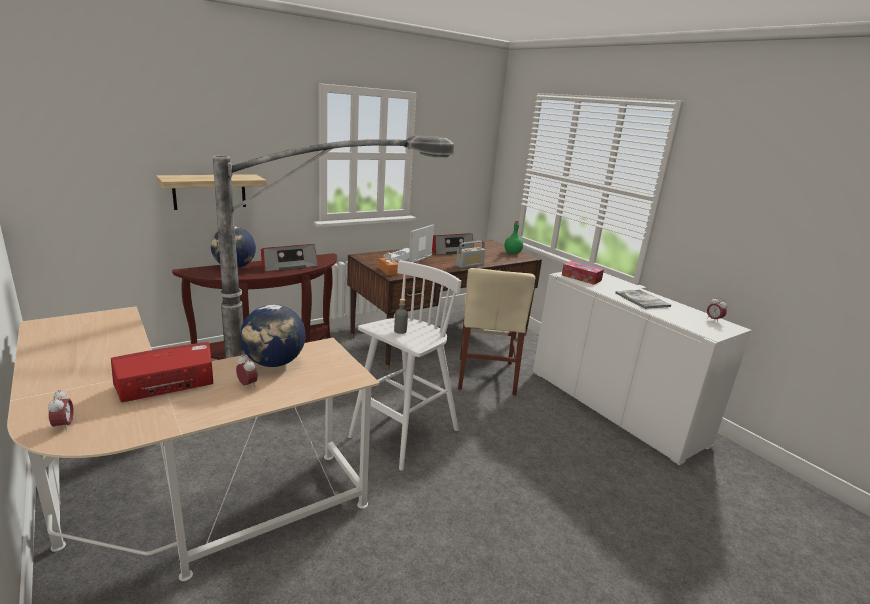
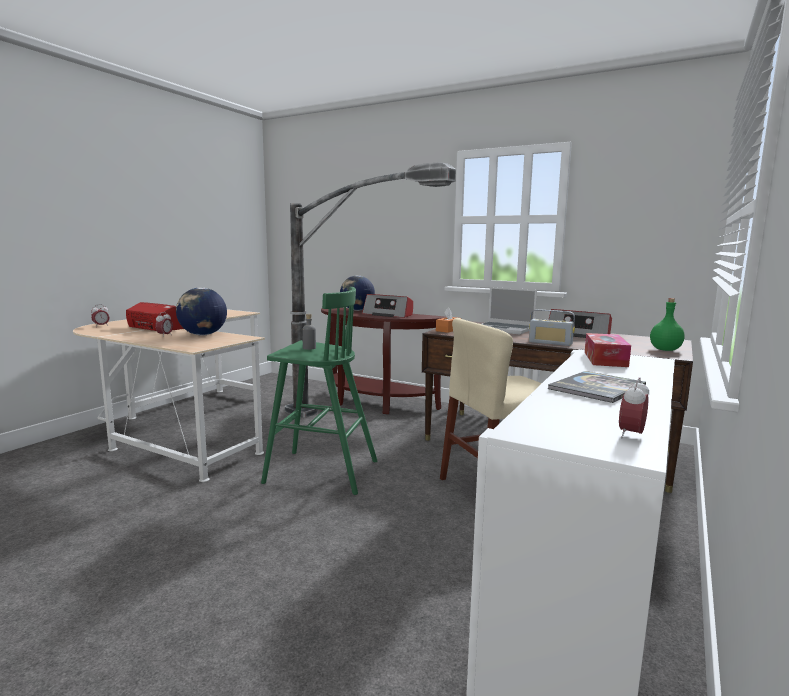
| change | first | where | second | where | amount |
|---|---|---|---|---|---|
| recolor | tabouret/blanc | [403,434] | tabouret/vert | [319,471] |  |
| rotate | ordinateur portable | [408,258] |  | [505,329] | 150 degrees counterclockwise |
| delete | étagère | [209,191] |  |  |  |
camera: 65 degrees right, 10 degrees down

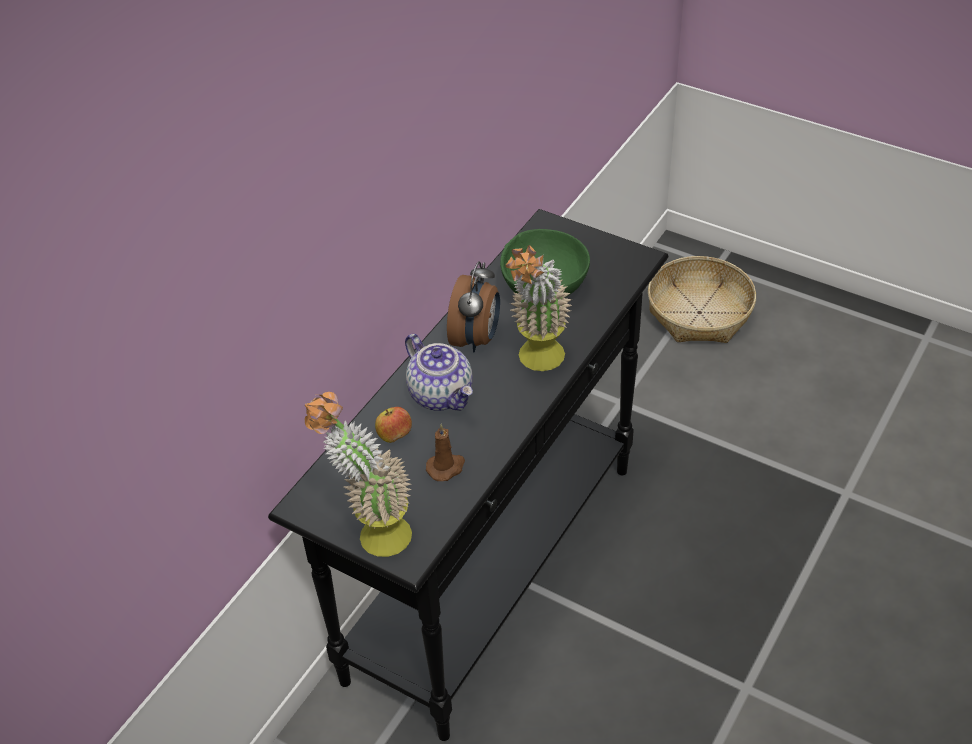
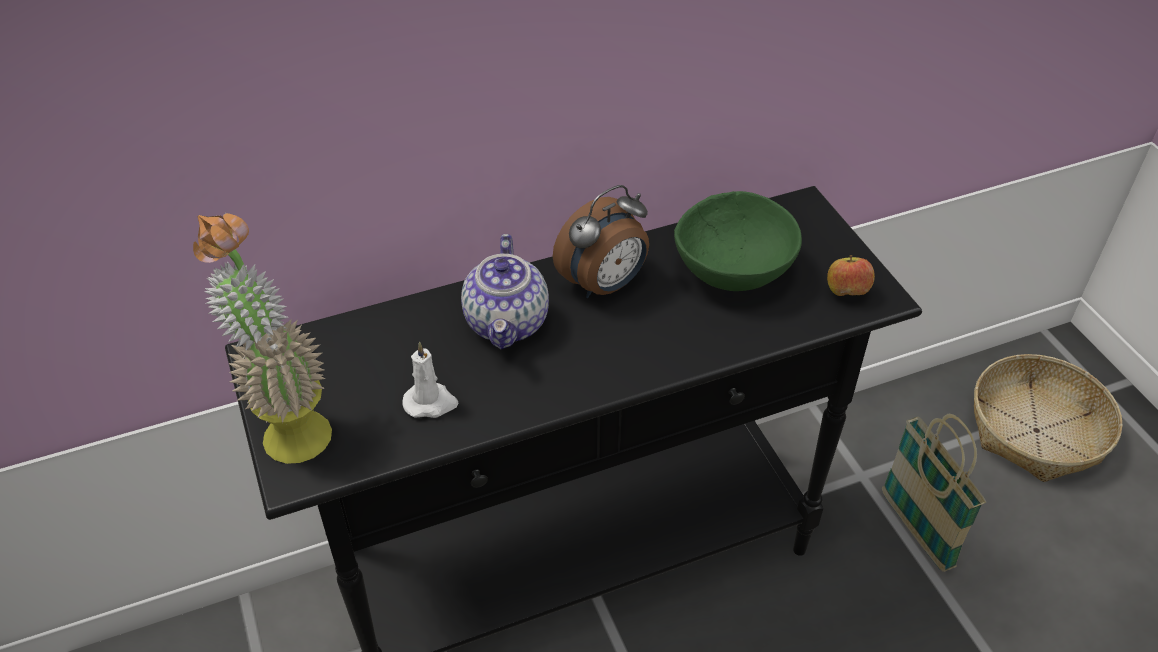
| change | first | where | second | where | amount |
|---|---|---|---|---|---|
| recolor | bougie/marron | [446,467] | bougie/blanc | [431,402] |  |
| move | pomme | [394,435] |  | [846,292] |  |
| insert |  |  | panier | [916,530] |  |
| delete | plante en pot | [537,363] |  |  |  |
camera: 35 degrees right, 0 degrees up

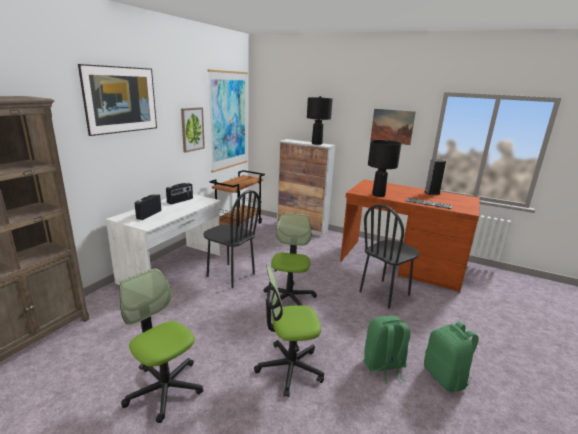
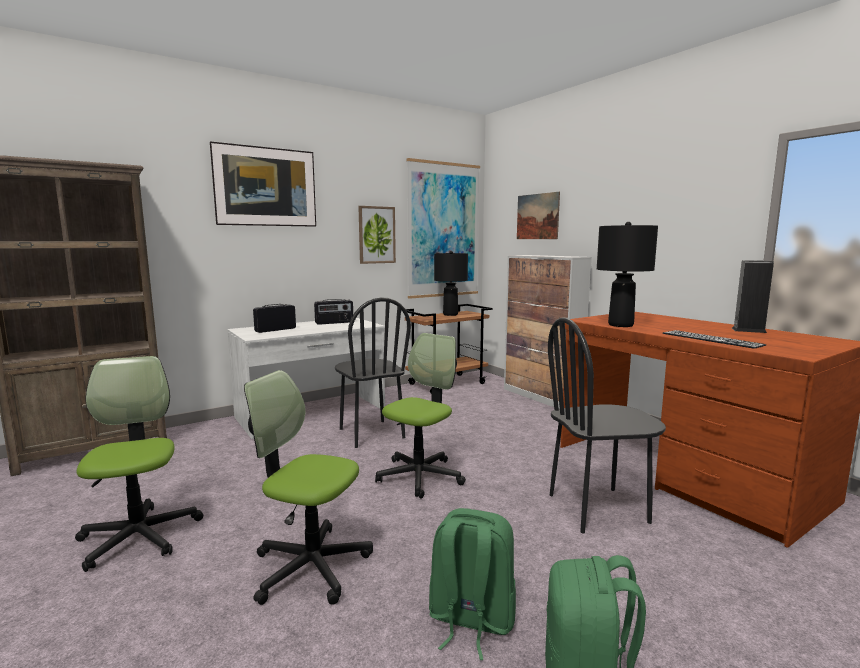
| change | first | where | second | where | amount |
|---|---|---|---|---|---|
| move | lampe de table/noir | [317,143] |  | [450,314] |  |
| move | tableau | [392,126] |  | [537,216] |  |
camera: 30 degrees right, 10 degrees down

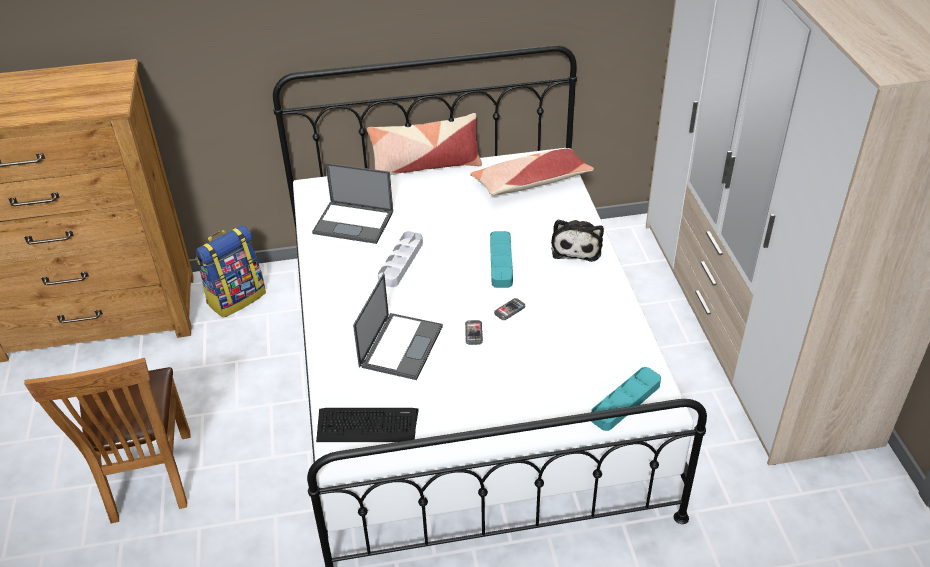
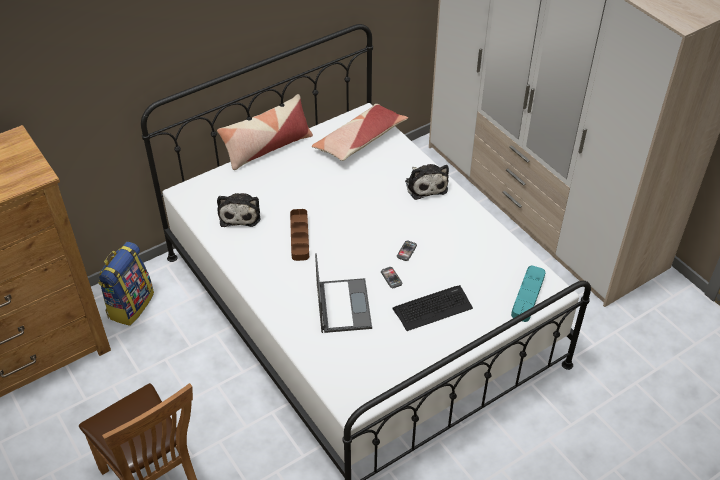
| change | first | where | second | where | amount |
|---|---|---|---|---|---|
| replace | ordinateur portable | [354,222] | peluche | [240,214] |  |
| recolor | plateau/blanc | [401,262] | plateau/marron | [299,237] |  |
| move | clavier | [367,425] |  | [433,308] |  |
| delete | plateau/turquoise | [501,262] |  |  |  |
camera: 25 degrees left, 5 degrees up

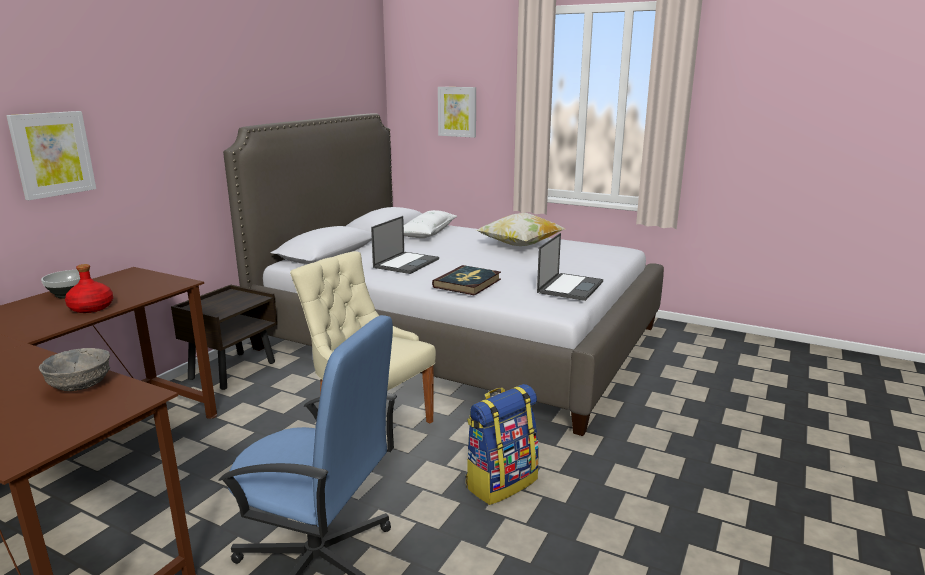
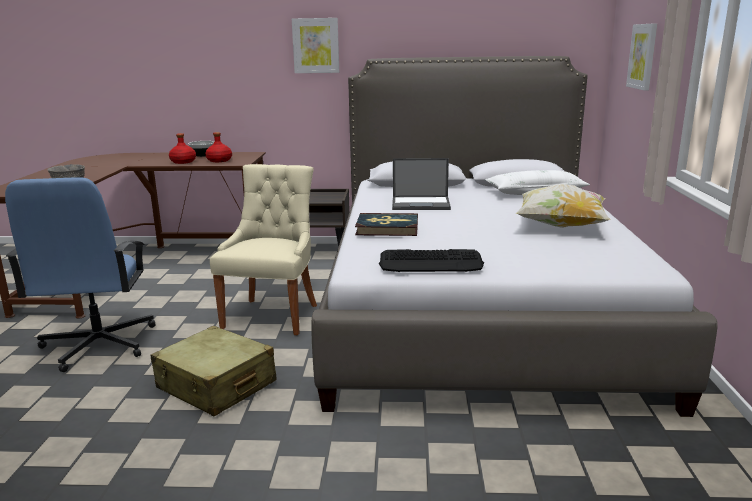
| change | first | where | second | where | amount |
|---|---|---|---|---|---|
| replace | sac à dos | [501,482] | valise/beige | [216,385] |  |
| insert |  |  | bouteille/rouge | [219,160] |  |
| move | tableau | [52,154] |  | [316,45] |  |
| replace | ordinateur portable | [570,287] | clavier | [431,263] |  |
camera: 65 degrees right, 0 degrees up

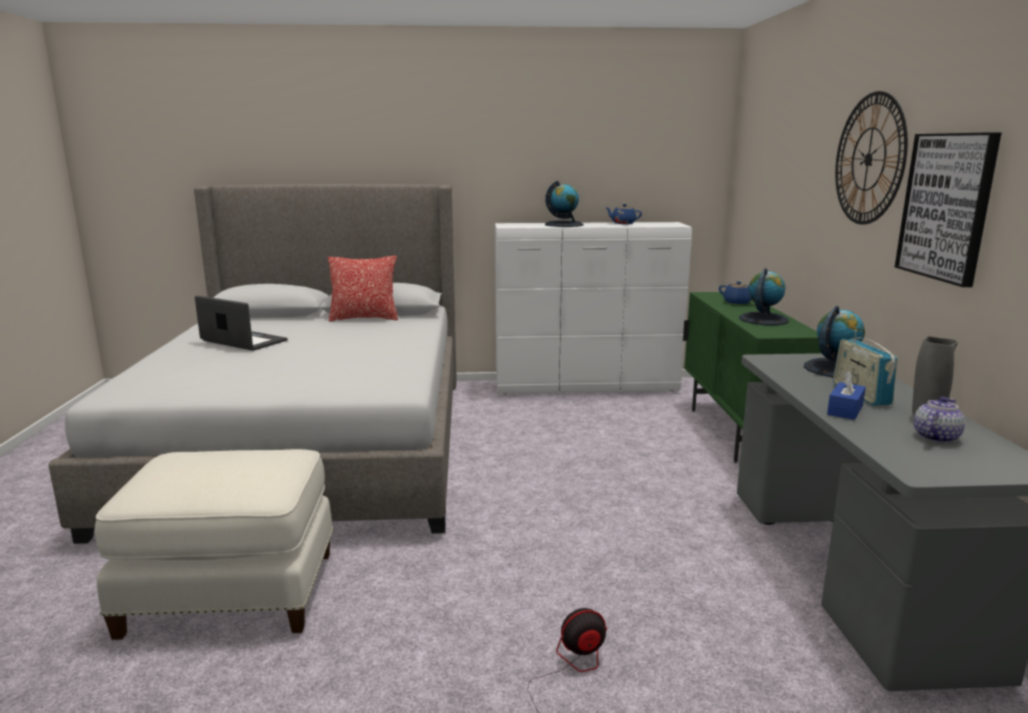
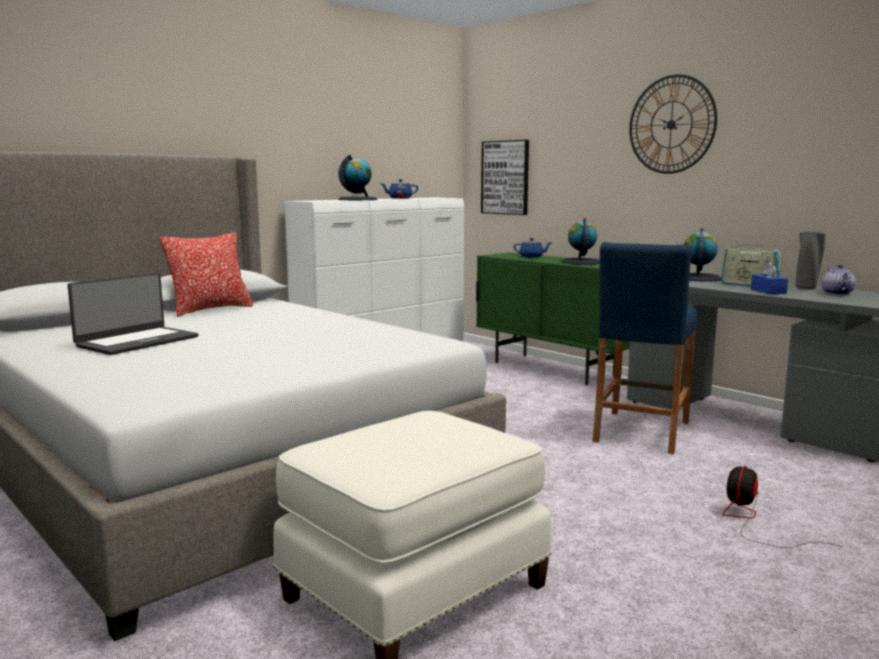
| change | first | where | second | where | amount |
|---|---|---|---|---|---|
| rotate | ordinateur portable | [243,341] |  | [137,341] | 135 degrees clockwise |
| move | tableau | [947,206] |  | [505,177] |  |
| insert |  |  | tabouret/bleu | [641,431] |  |
camera: 40 degrees left, 5 degrees down

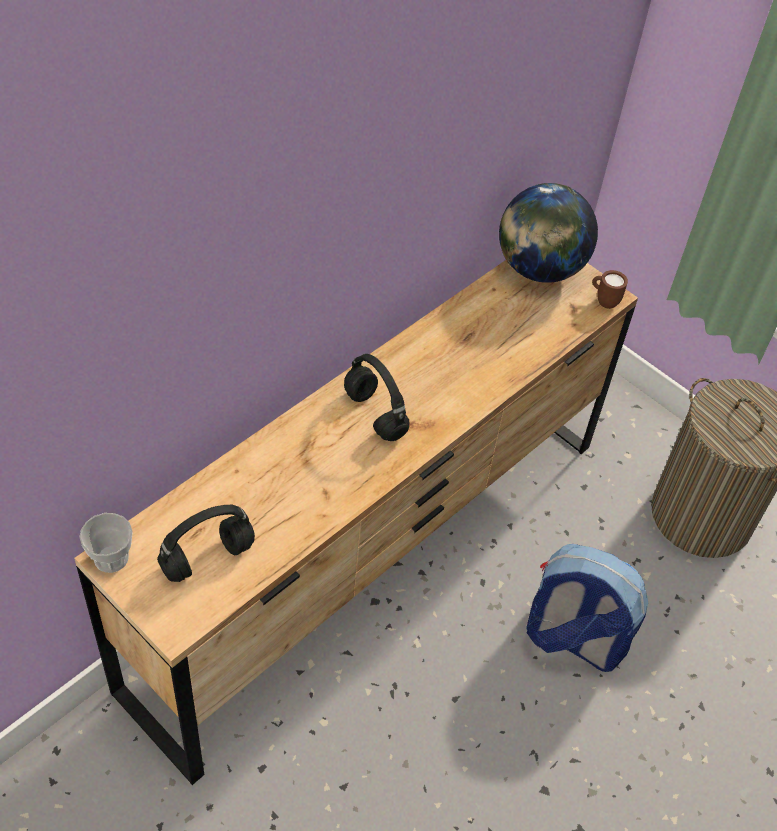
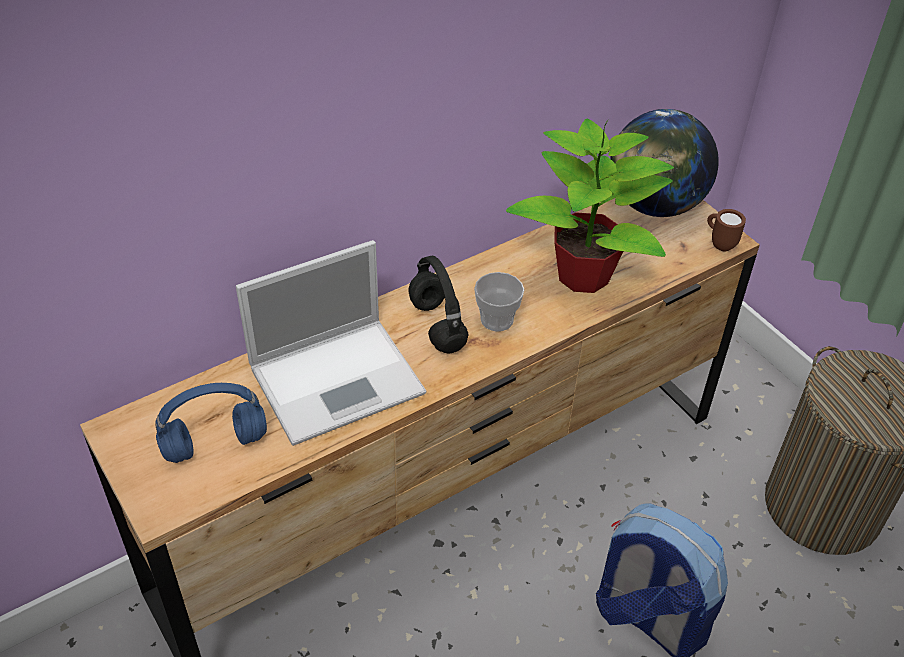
| change | first | where | second | where | amount |
|---|---|---|---|---|---|
| recolor | casque audio/noir | [208,557] | casque audio/bleu | [217,444] |  |
| insert |  |  | ordinateur portable | [339,378] |  |
| move | tasse | [111,558] |  | [497,319] |  |
| insert |  |  | plante en pot | [585,275] |  |
camera: 15 degrees right, 5 degrees down

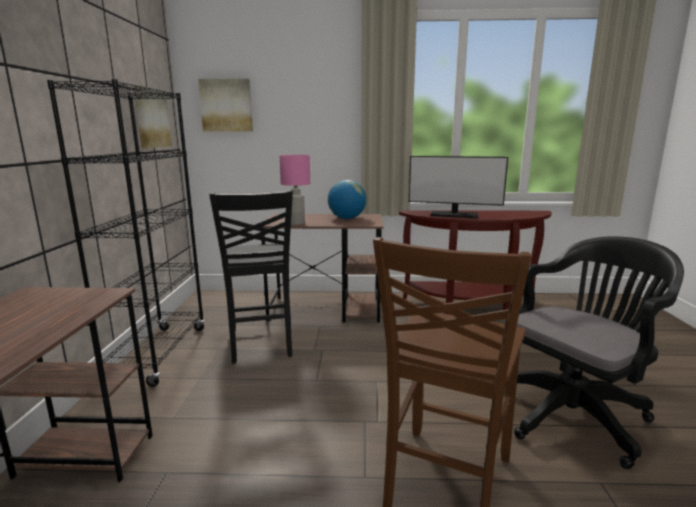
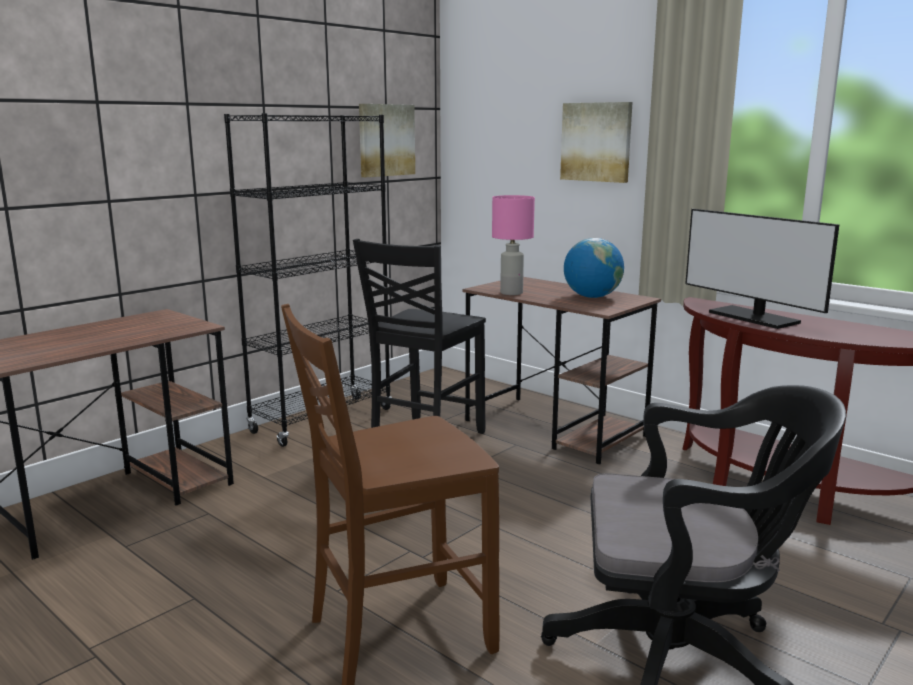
| change | first | where | second | where | amount |
|---|---|---|---|---|---|
| move | tableau | [226,105] |  | [596,142] |  |
camera: 40 degrees right, 0 degrees up

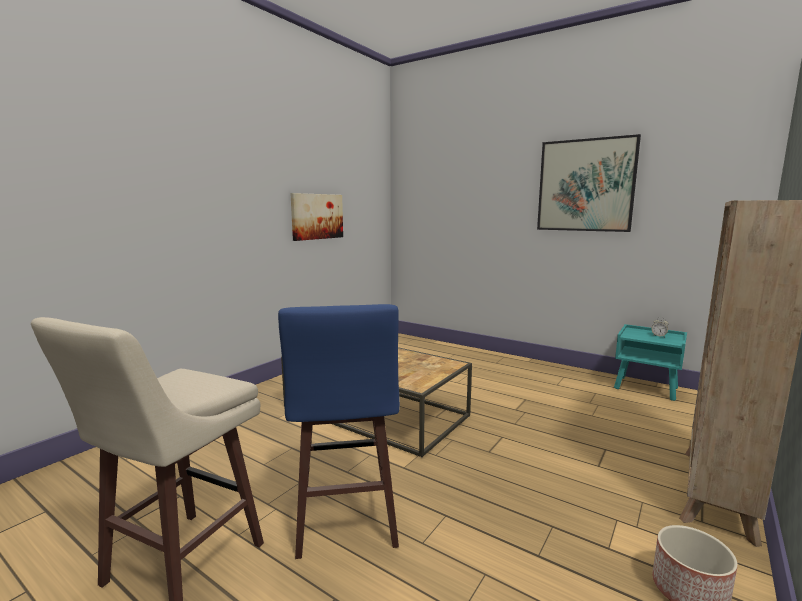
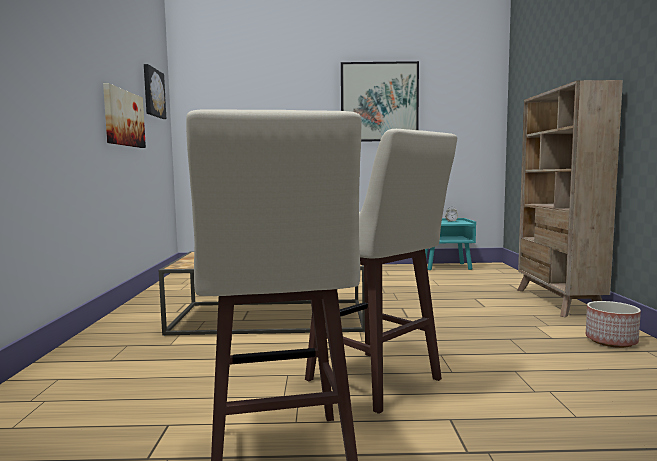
| change | first | where | second | where | amount |
|---|---|---|---|---|---|
| insert |  |  | tableau | [153,93] |  |
| recolor | tabouret/bleu | [345,521] | tabouret/beige | [375,381] |  |
camera: 35 degrees left, 5 degrees down

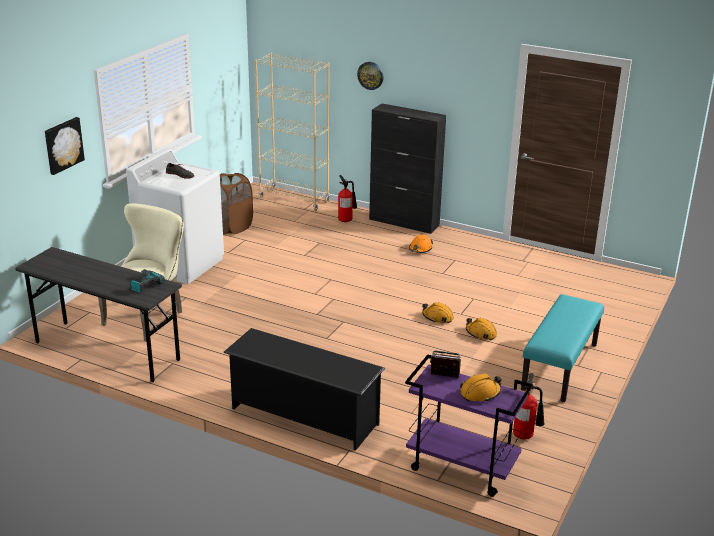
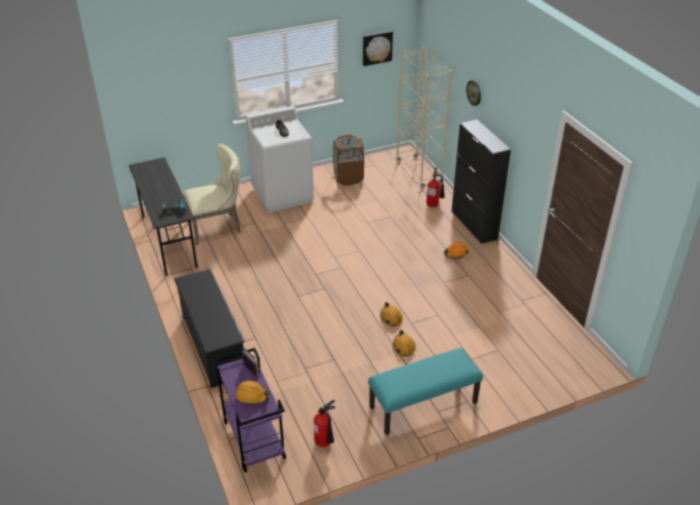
| change | first | where | second | where | amount |
|---|---|---|---|---|---|
| move | tableau | [63,145] |  | [377,47] |  |
camera: 40 degrees right, 10 degrees up

